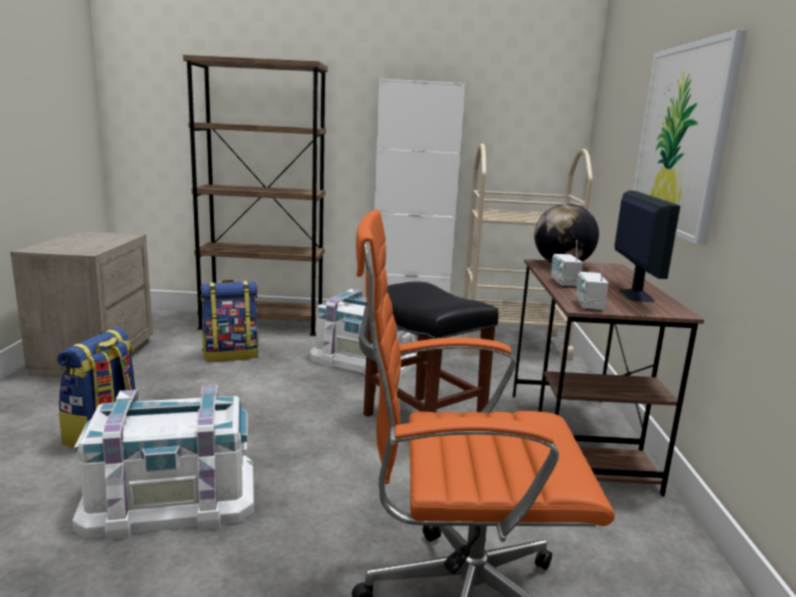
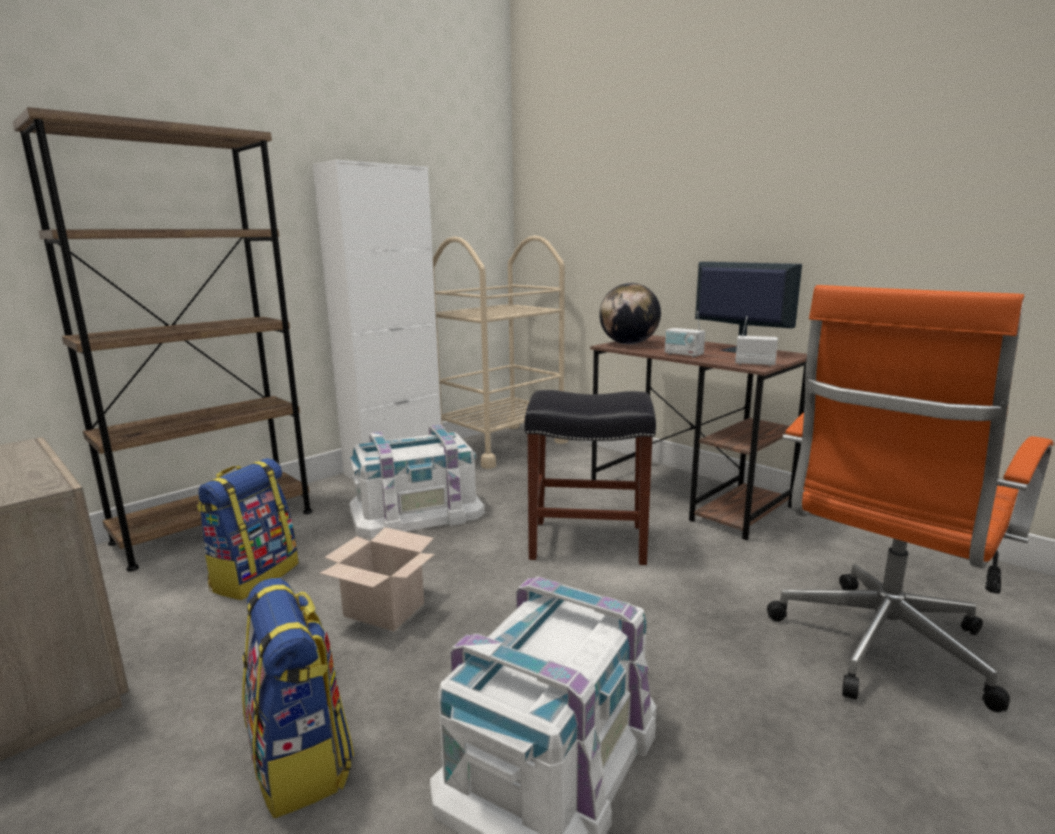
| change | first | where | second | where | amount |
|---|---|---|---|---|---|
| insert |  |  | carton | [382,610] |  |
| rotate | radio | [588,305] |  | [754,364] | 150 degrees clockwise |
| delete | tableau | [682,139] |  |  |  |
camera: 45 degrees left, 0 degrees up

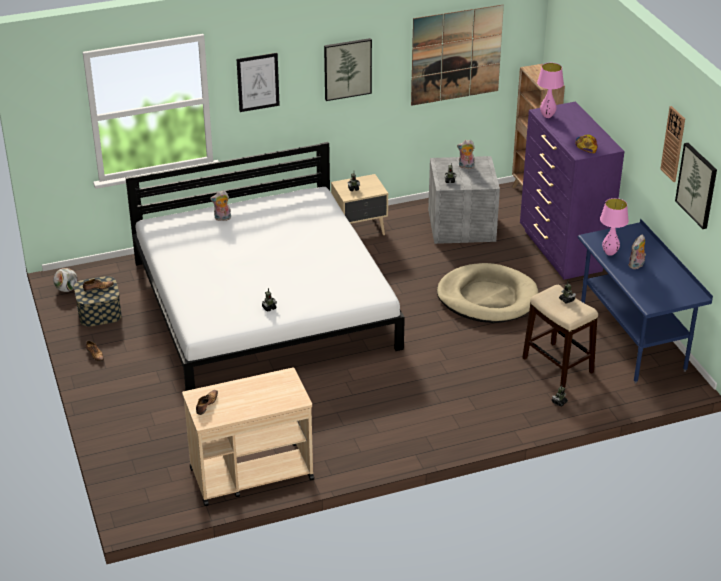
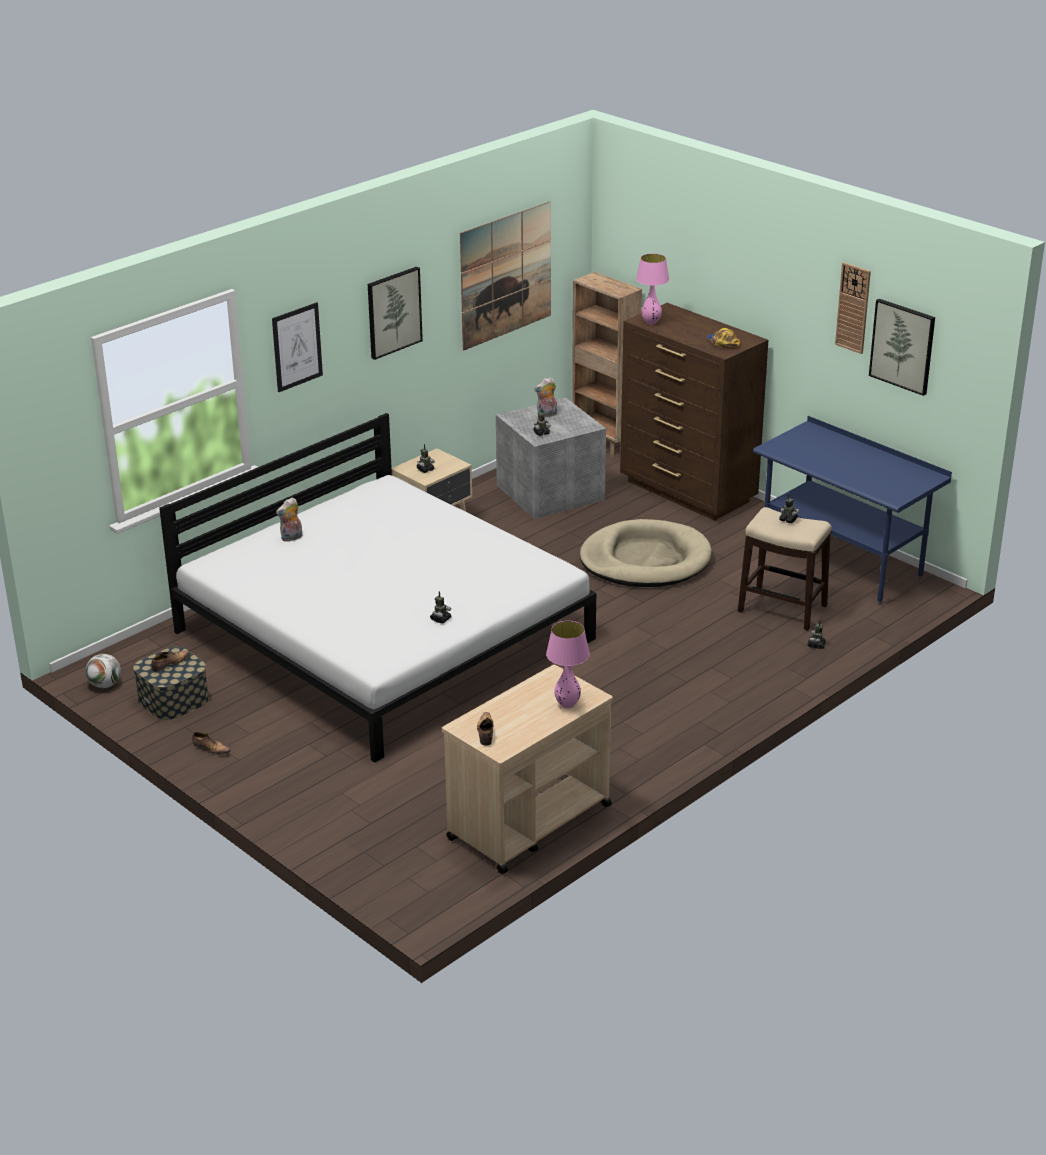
| change | first | where | second | where | amount |
|---|---|---|---|---|---|
| move | lampe de table/rose | [610,253] |  | [567,705] |  |
| recolor | commode/violet | [562,251] | commode/marron | [688,492] |  |
| delete | peluche | [636,266] |  |  |  |
camera: 25 degrees left, 5 degrees down

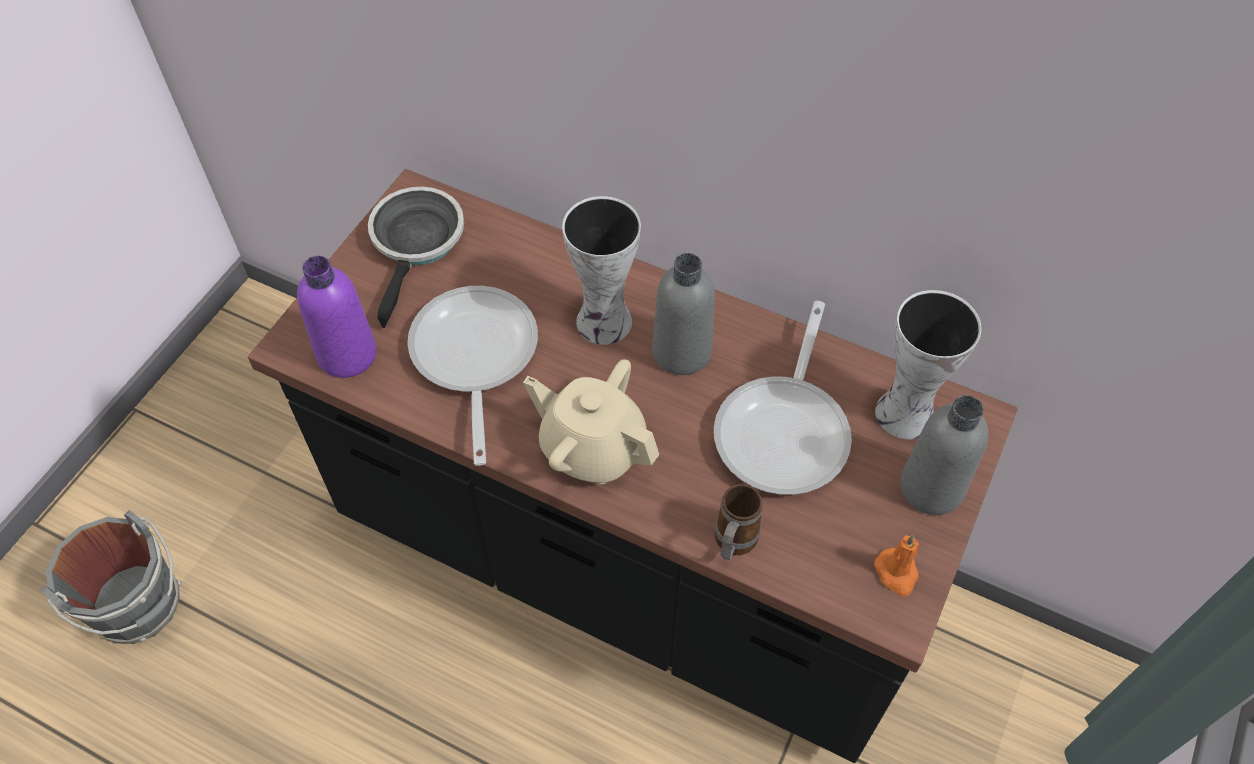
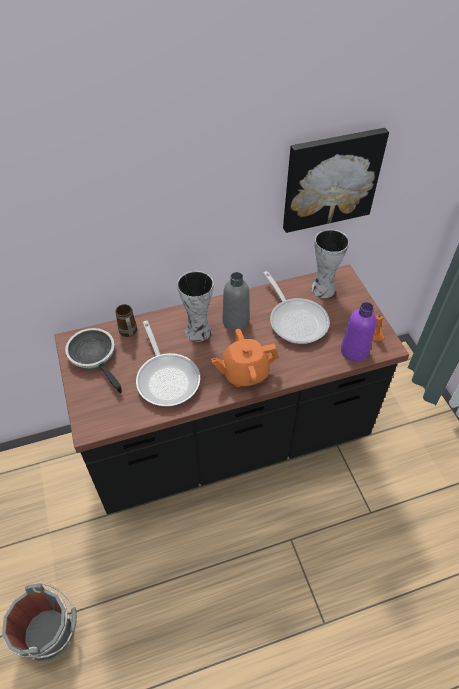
| change | first | where | second | where | amount |
|---|---|---|---|---|---|
| move | mug | [732,544] |  | [129,333] |  |
| rotate | poêle | [473,358] |  | [167,377] | 150 degrees counterclockwise |
| recolor | théière/beige | [592,448] | théière/orange | [244,373] |  |
| insert |  |  | tableau | [330,179] |  |
| move | bouteille/violet | [347,354] |  | [354,351] |  |
| delete | bouteille/gris | [931,487] |  |  |  |
camera: 45 degrees left, 5 degrees down

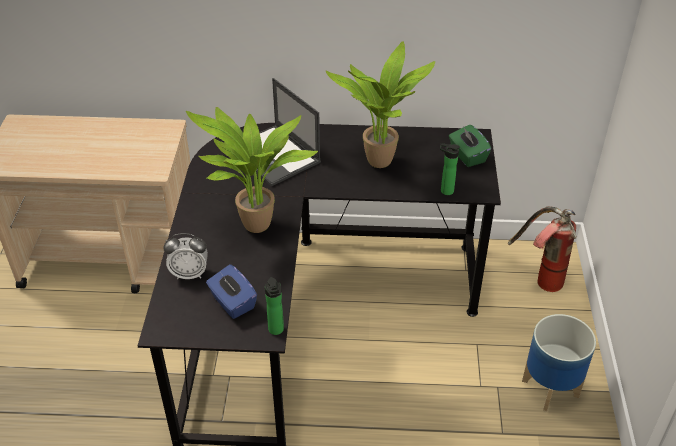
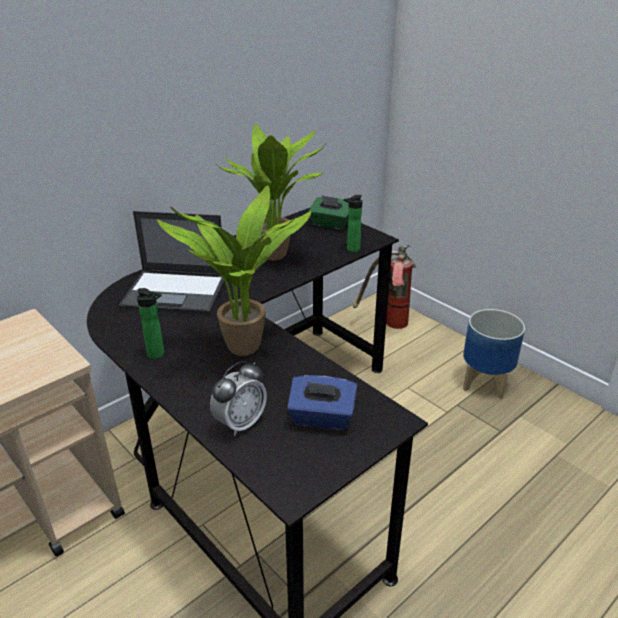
| change | first | where | second | where | amount |
|---|---|---|---|---|---|
| move | bouteille | [276,331] |  | [158,355] |  |
camera: 45 degrees left, 10 degrees down

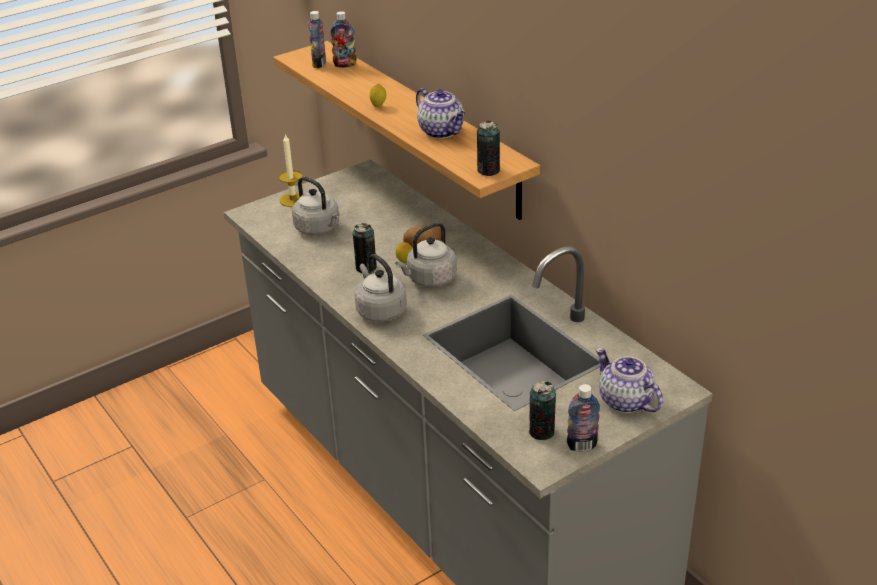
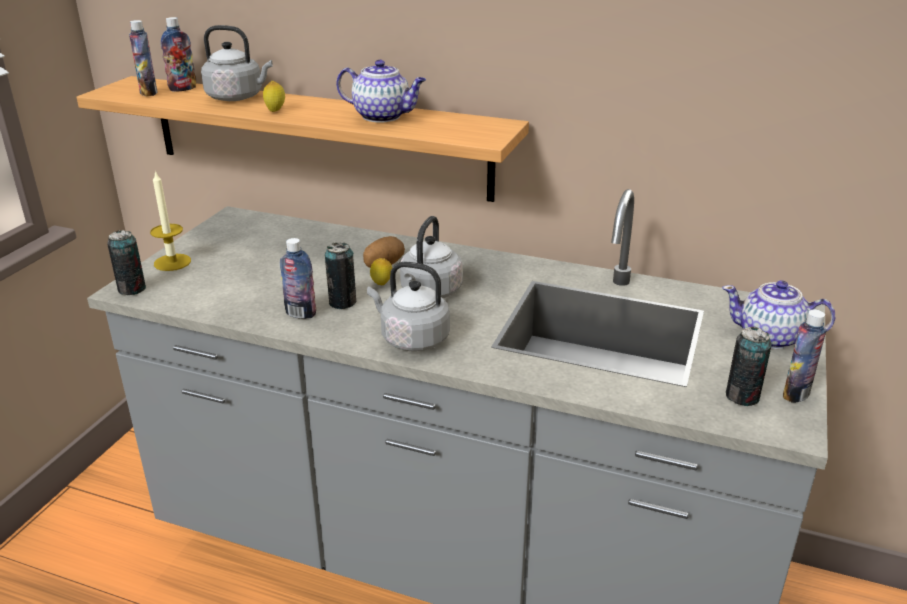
| change | first | where | second | where | amount |
|---|---|---|---|---|---|
| move | boîte métallique | [488,171] |  | [132,289] |  |
| move | bouilloire/gris | [319,229] |  | [237,97] |  |
| insert |  |  | bouteille | [300,313] |  |
camera: 35 degrees left, 5 degrees down

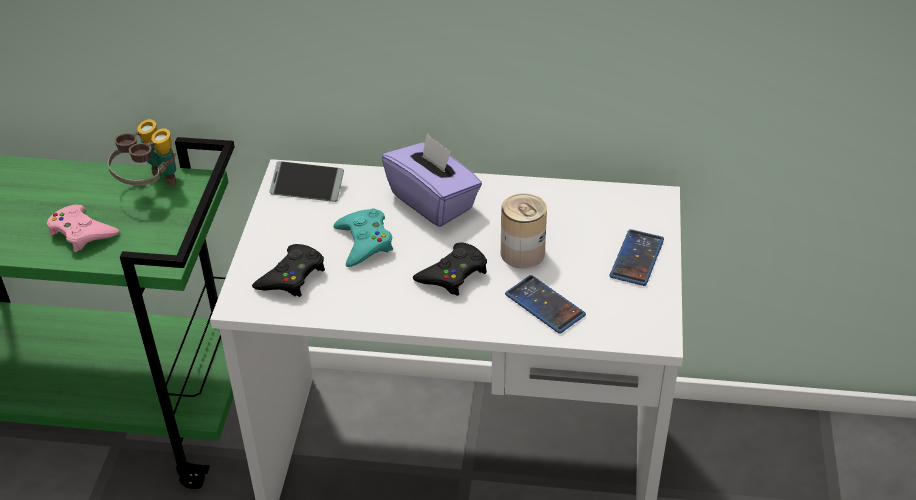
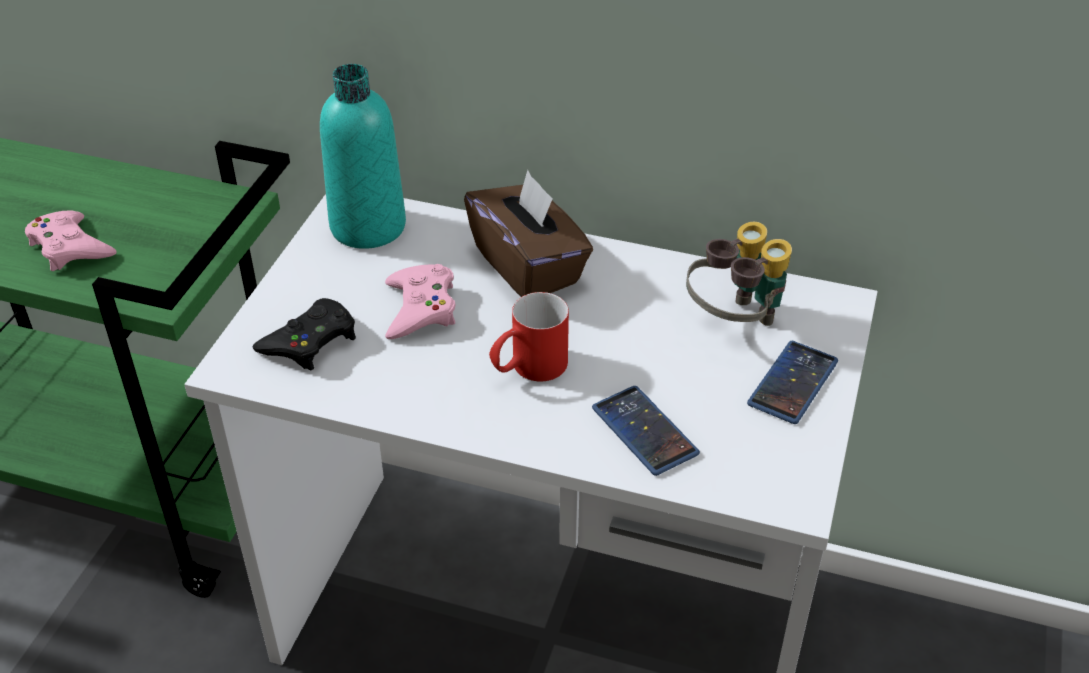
| change | first | where | second | where | amount |
|---|---|---|---|---|---|
| replace | téléphone | [307,187] | bouteille/turquoise | [368,226] |  |
| recolor | manette/turquoise | [364,242] | manette/rose | [420,309] |  |
| recolor | boîte à mouchoirs/violet | [433,201] | boîte à mouchoirs/marron | [529,266] |  |
| replace | manette/noir | [453,274] | mug/rouge | [528,369] |  |
| move | jumelles | [151,187] |  | [735,322] |  |
| delete | boîte métallique | [522,253] |  |  |  |
camera: 10 degrees right, 0 degrees up

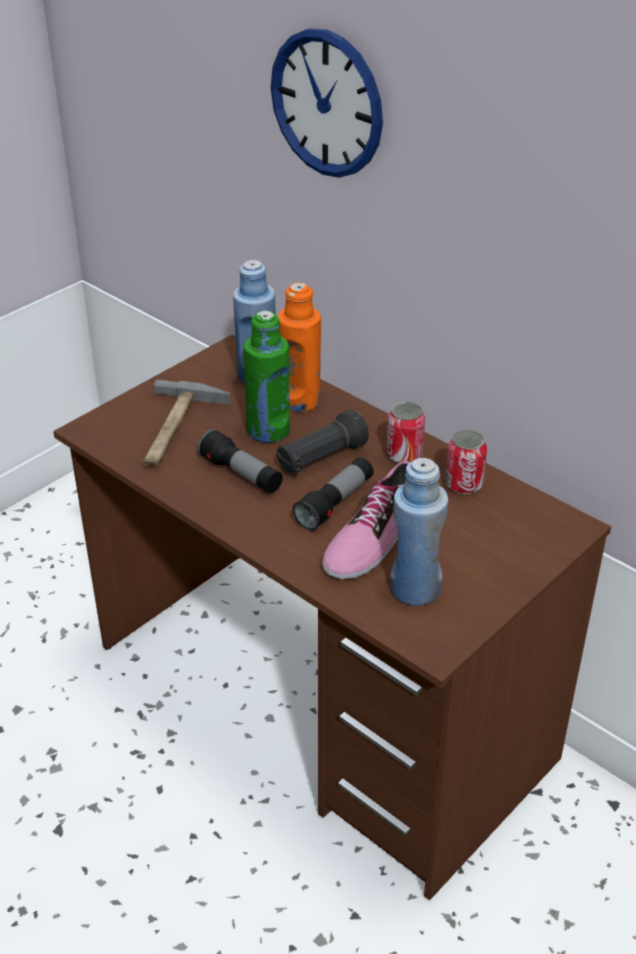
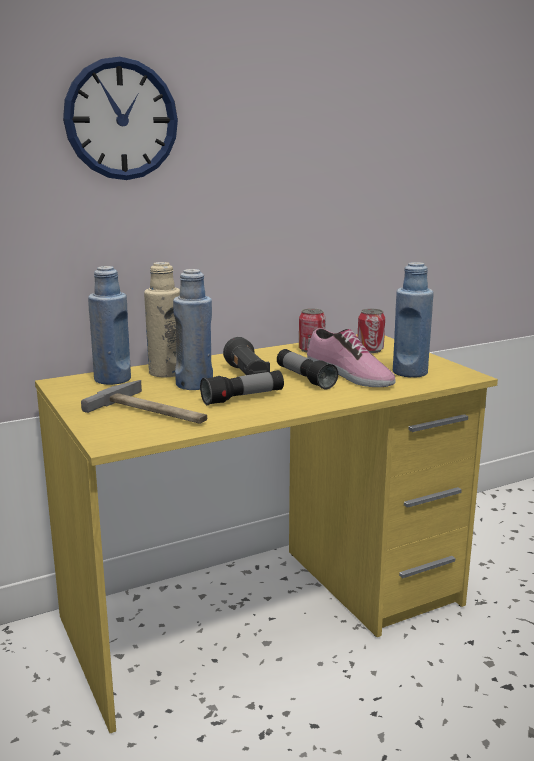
| change | first | where | second | where | amount |
|---|---|---|---|---|---|
| recolor | bureau/marron | [320,702] | bureau/jaune | [266,613] |  |
| recolor | bouteille/orange | [299,401] | bouteille/beige | [166,372] |  |
| recolor | bouteille/vert | [268,431] | bouteille/bleu | [194,384] |  |
| move | boîte métallique | [404,455] |  | [370,350] |  |
camera: 70 degrees left, 20 degrees down

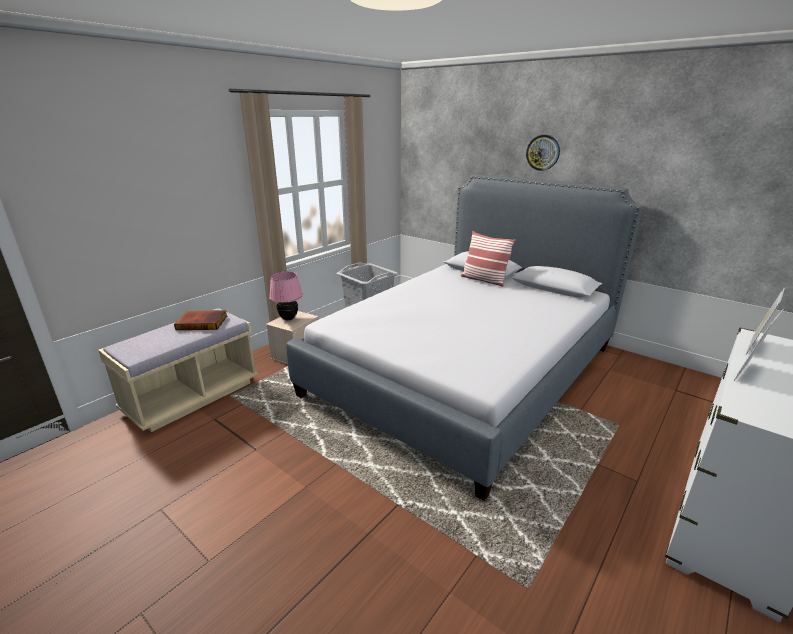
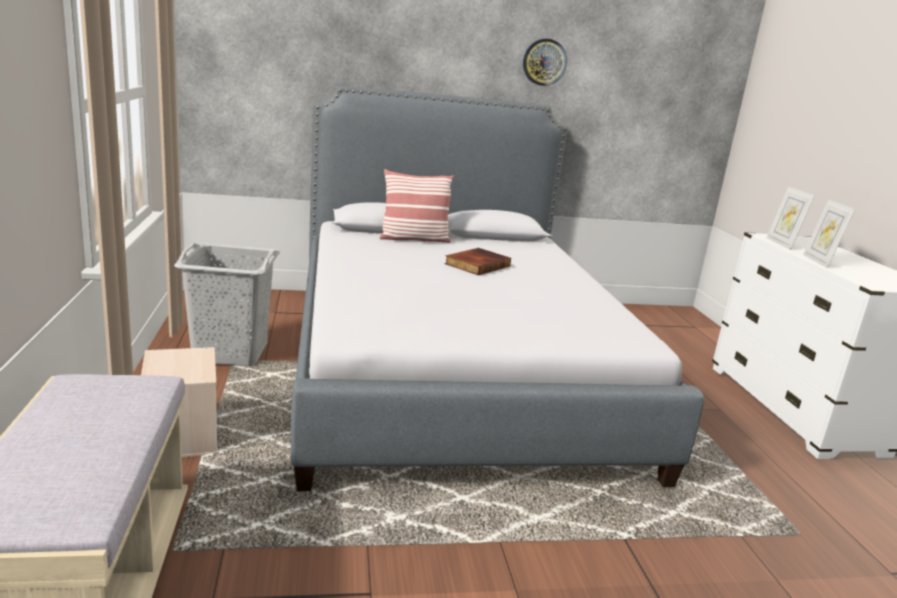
| change | first | where | second | where | amount |
|---|---|---|---|---|---|
| move | livre | [203,322] |  | [477,264] |  |
| move | horloge murale | [543,152] |  | [544,62] |  |
| delete | lampe de table/rose | [288,318] |  |  |  |
camera: 50 degrees left, 5 degrees down

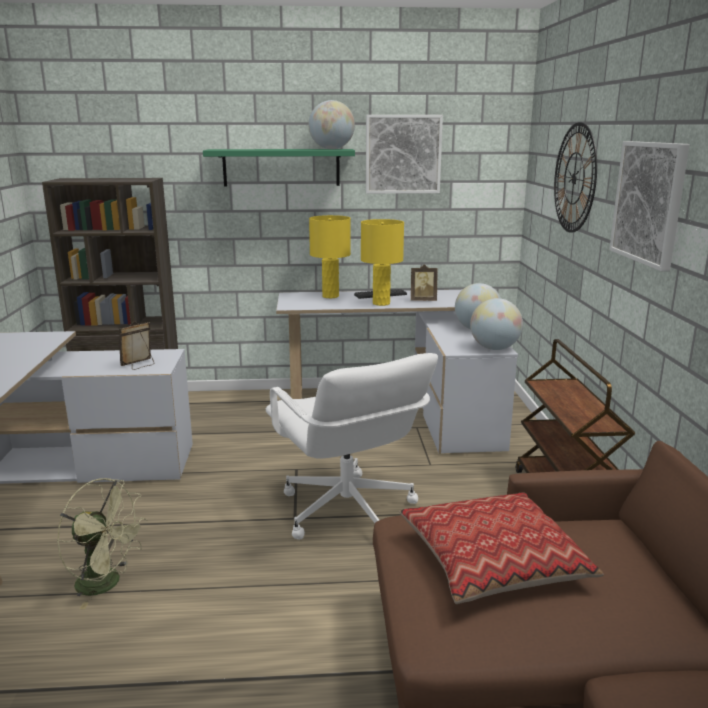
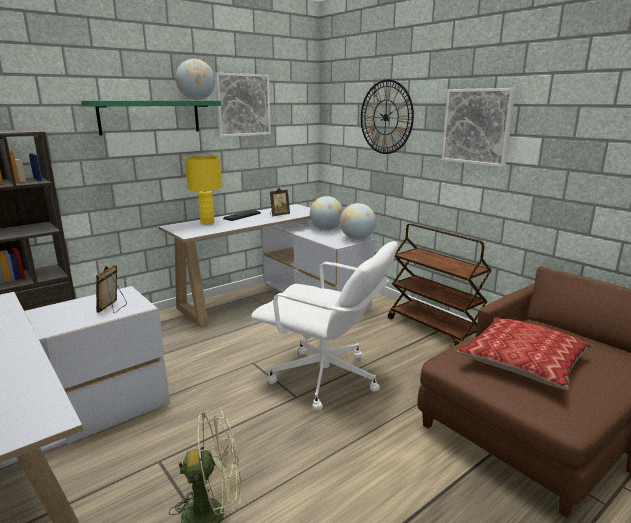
| change | first | where | second | where | amount |
|---|---|---|---|---|---|
| delete | lampe de table/jaune | [381,303] |  |  |  |
camera: 35 degrees left, 0 degrees up

